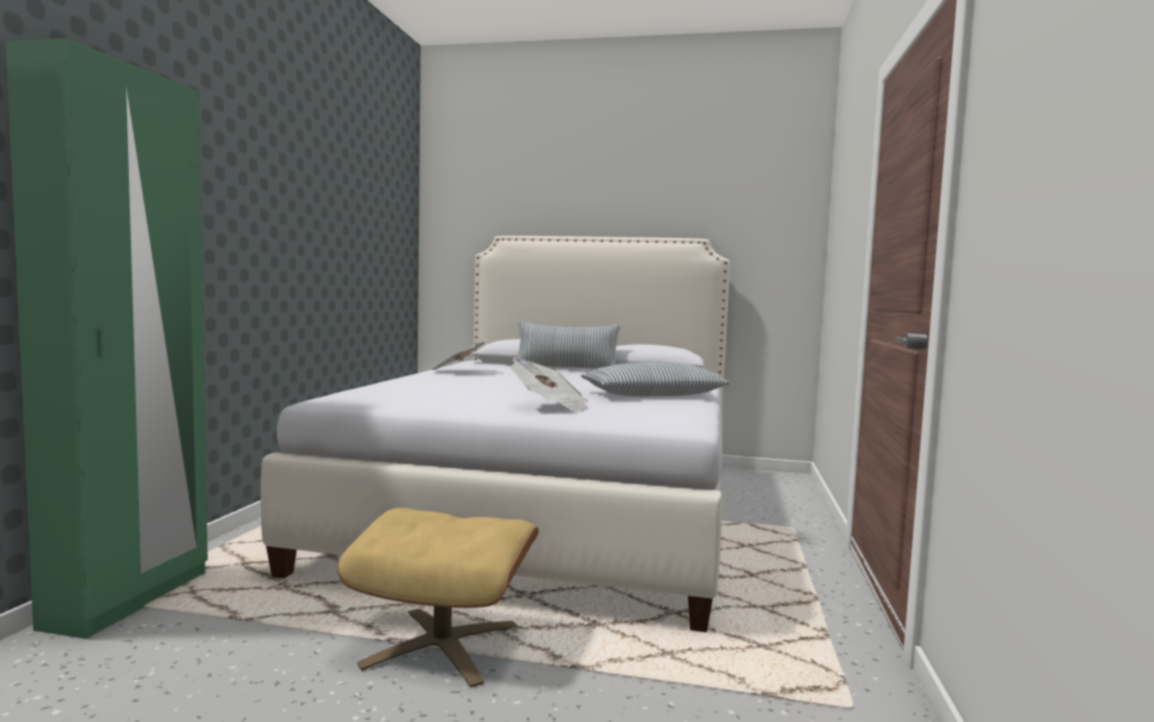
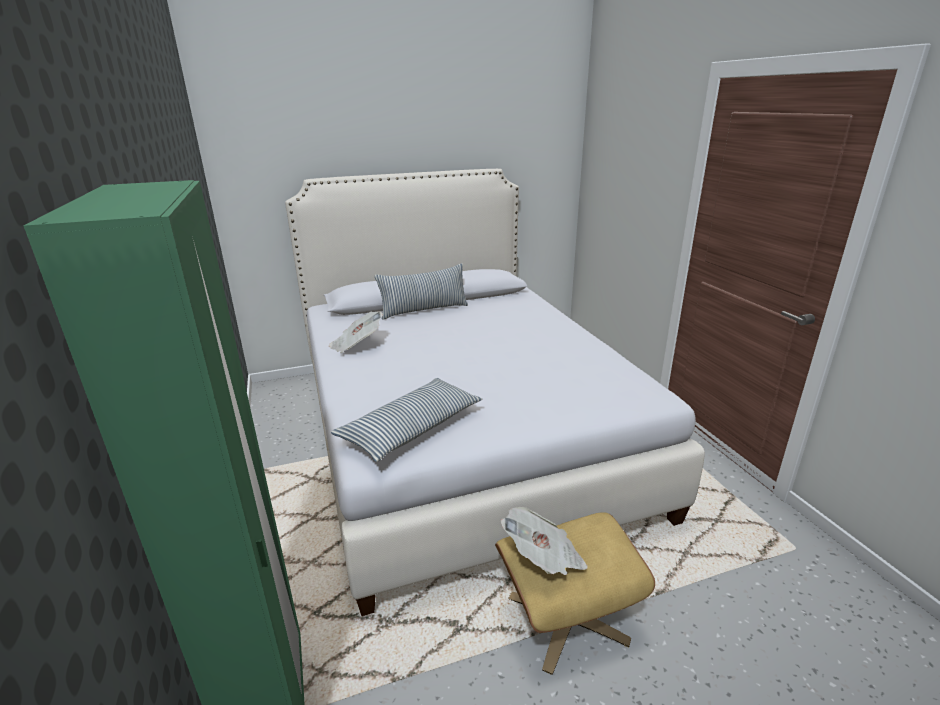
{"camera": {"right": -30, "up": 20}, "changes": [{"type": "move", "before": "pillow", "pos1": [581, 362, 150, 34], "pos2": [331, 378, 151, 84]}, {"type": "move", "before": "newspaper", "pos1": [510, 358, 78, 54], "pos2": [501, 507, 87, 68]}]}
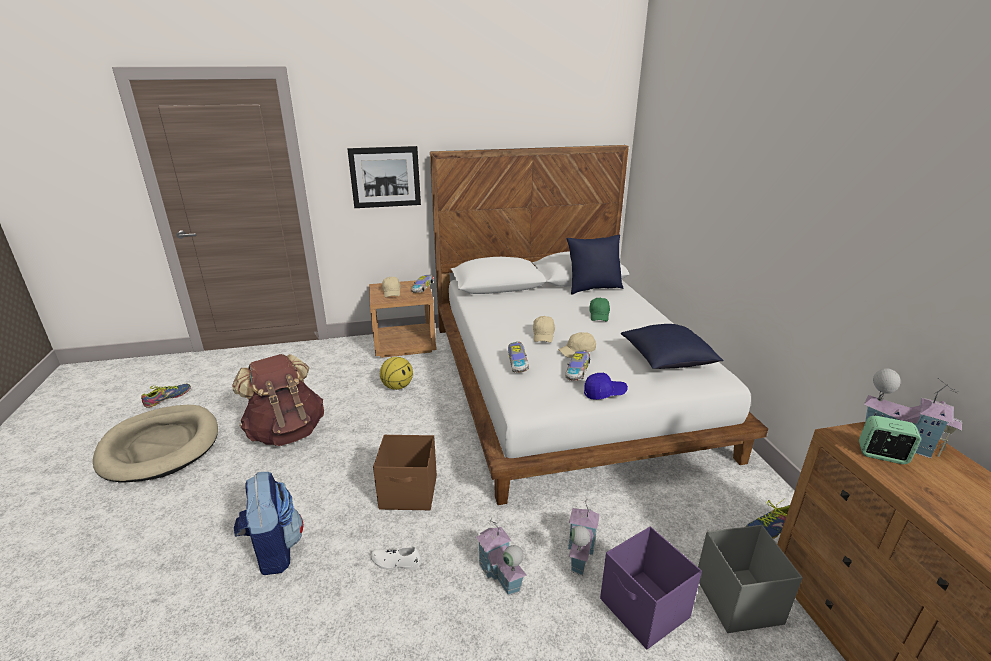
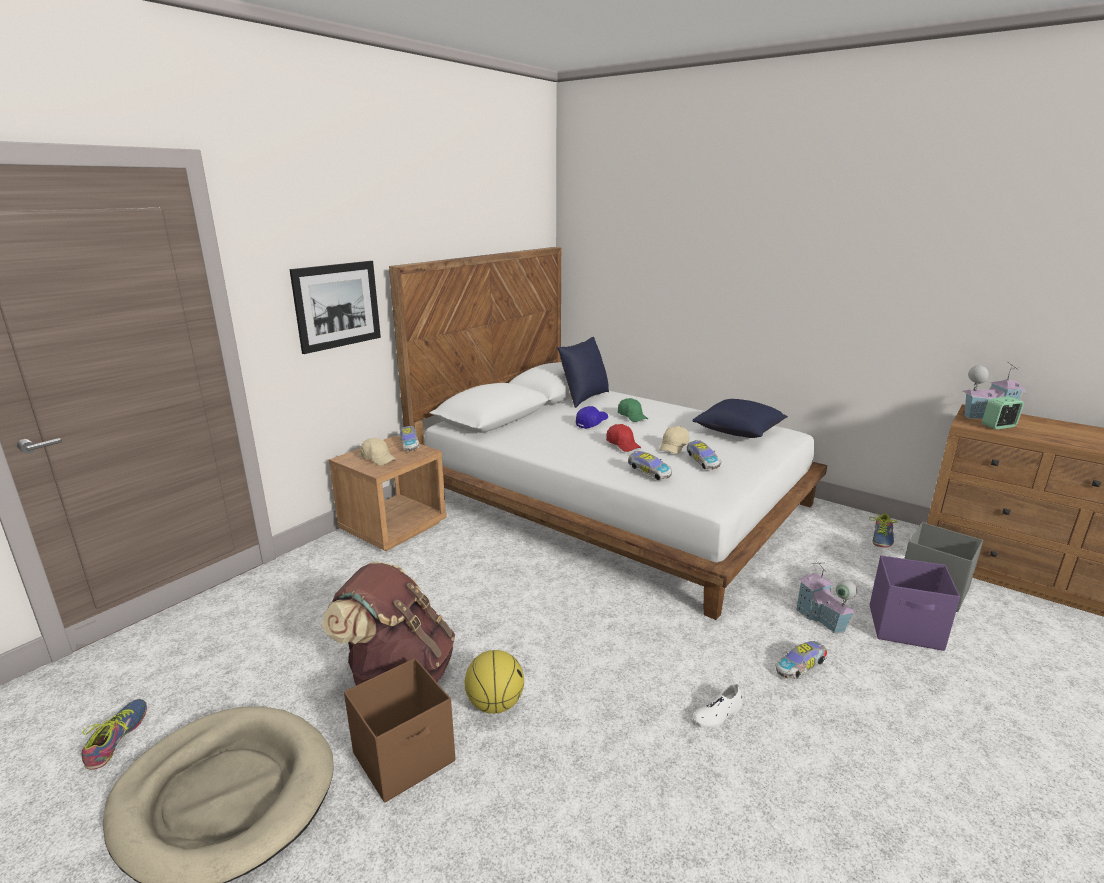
{"camera": {"right": -40, "up": -5}, "changes": [{"type": "move", "before": "storage box (brown)", "pos1": [373, 435, 64, 75], "pos2": [344, 658, 111, 145]}, {"type": "move", "before": "basketball", "pos1": [380, 357, 33, 33], "pos2": [465, 650, 59, 64]}, {"type": "move", "before": "cap (blue)", "pos1": [584, 373, 44, 27], "pos2": [576, 406, 32, 23]}, {"type": "recolor", "before": "cap (beige)", "after": "cap (red)", "pos1": [533, 316, 22, 26], "pos2": [606, 424, 35, 28]}, {"type": "replace", "before": "toy house", "after": "toy car", "pos1": [476, 518, 51, 77], "pos2": [776, 641, 51, 38]}, {"type": "delete", "before": "backpack", "pos1": [234, 472, 70, 103]}]}
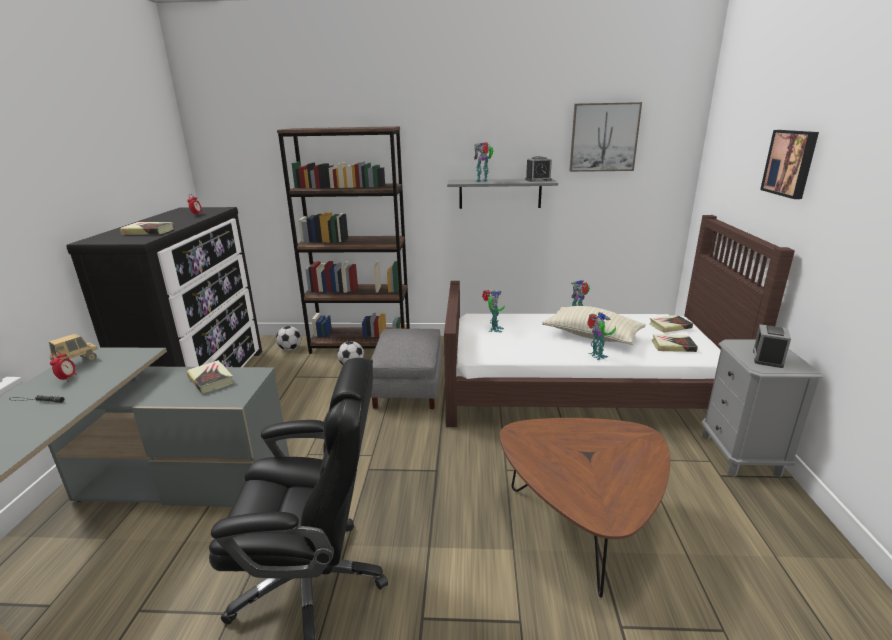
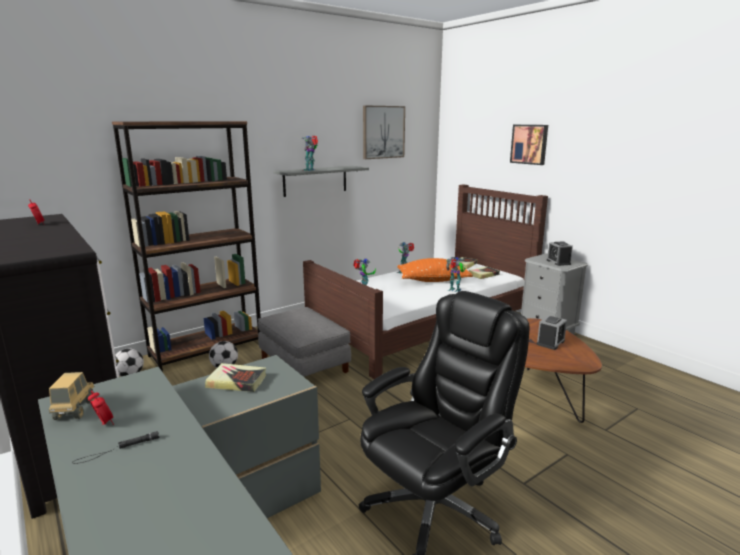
{"camera": {"right": -40, "up": -5}, "changes": [{"type": "recolor", "before": "pillow (beige)", "after": "pillow (orange)", "pos1": [542, 306, 104, 39], "pos2": [397, 258, 76, 24]}, {"type": "move", "before": "alarm clock", "pos1": [525, 156, 27, 26], "pos2": [537, 315, 30, 35]}, {"type": "delete", "before": "book", "pos1": [120, 222, 54, 13]}]}
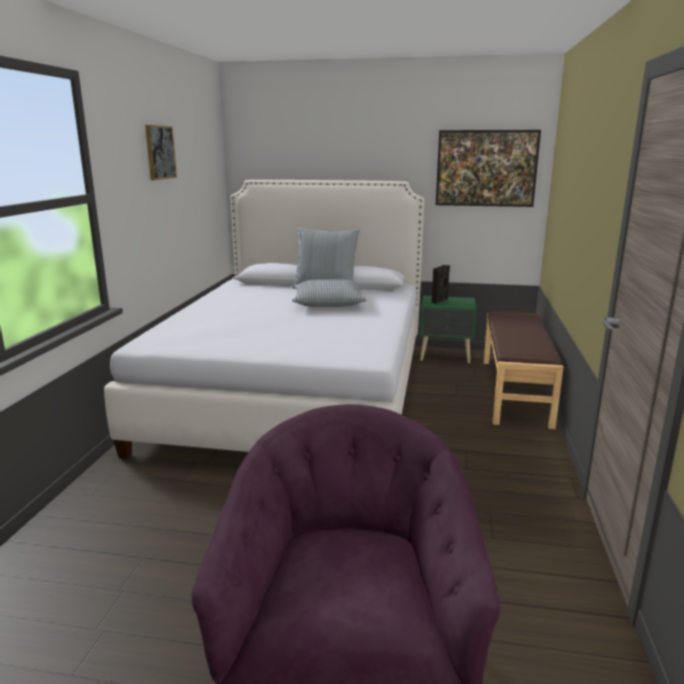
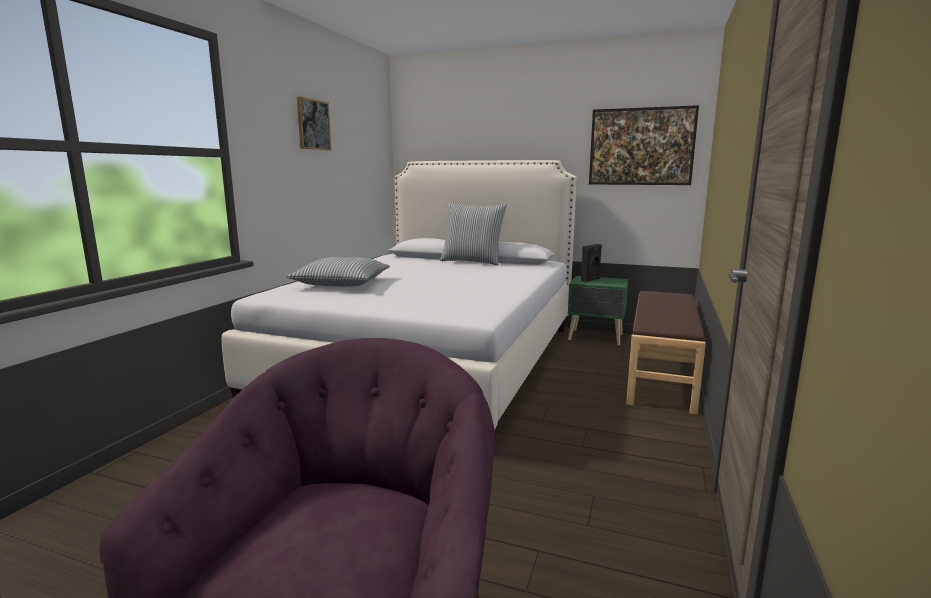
{"camera": {"right": 10, "up": -5}, "changes": [{"type": "move", "before": "pillow", "pos1": [292, 279, 74, 28], "pos2": [286, 257, 104, 29]}]}
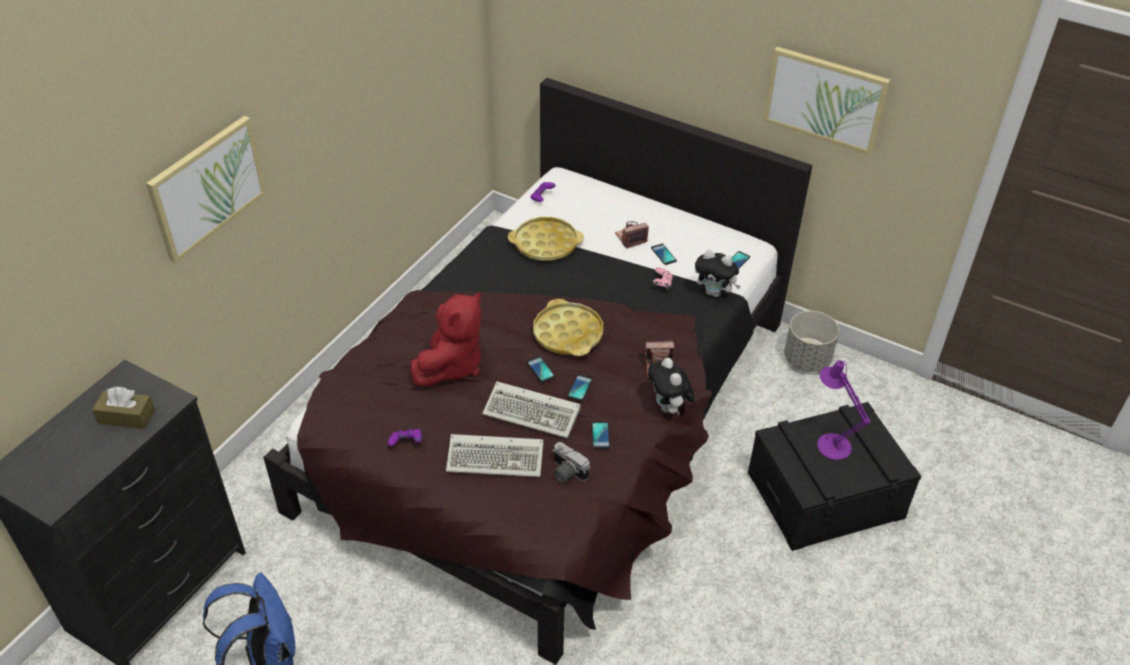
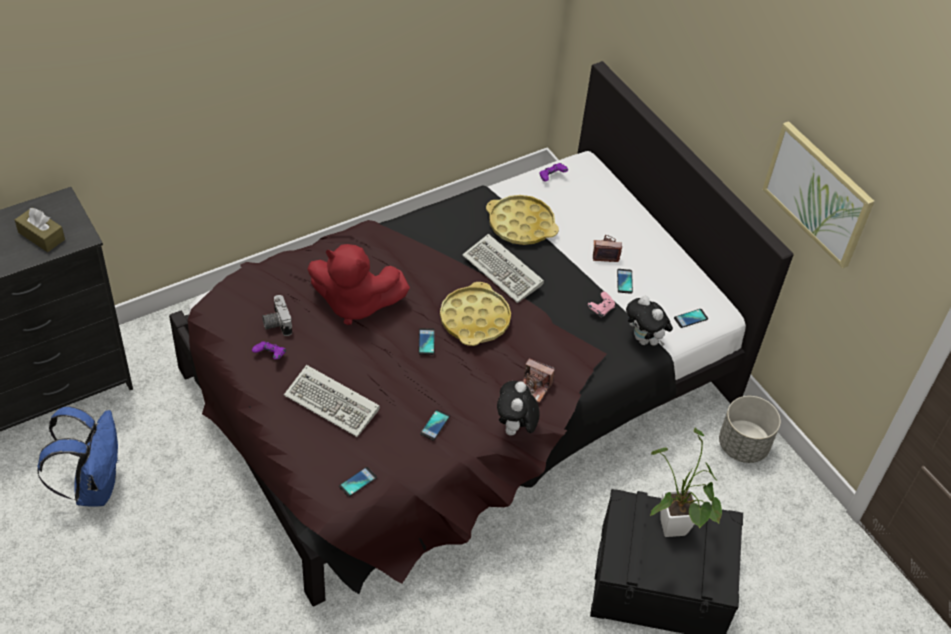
{"camera": {"right": 25, "up": 5}, "changes": [{"type": "move", "before": "photo camera", "pos1": [552, 442, 38, 41], "pos2": [262, 295, 30, 41]}, {"type": "rotate", "before": "plush toy (red)", "pos1": [410, 292, 71, 95], "pos2": [307, 244, 103, 81], "turn": 45}, {"type": "move", "before": "phone", "pos1": [567, 374, 26, 28], "pos2": [339, 467, 38, 30]}, {"type": "move", "before": "keyboard", "pos1": [482, 381, 99, 57], "pos2": [462, 234, 82, 69]}, {"type": "replace", "before": "table lamp (purple)", "after": "potted plant", "pos1": [817, 360, 53, 100], "pos2": [650, 427, 72, 110]}, {"type": "delete", "before": "picture", "pos1": [146, 116, 120, 147]}]}
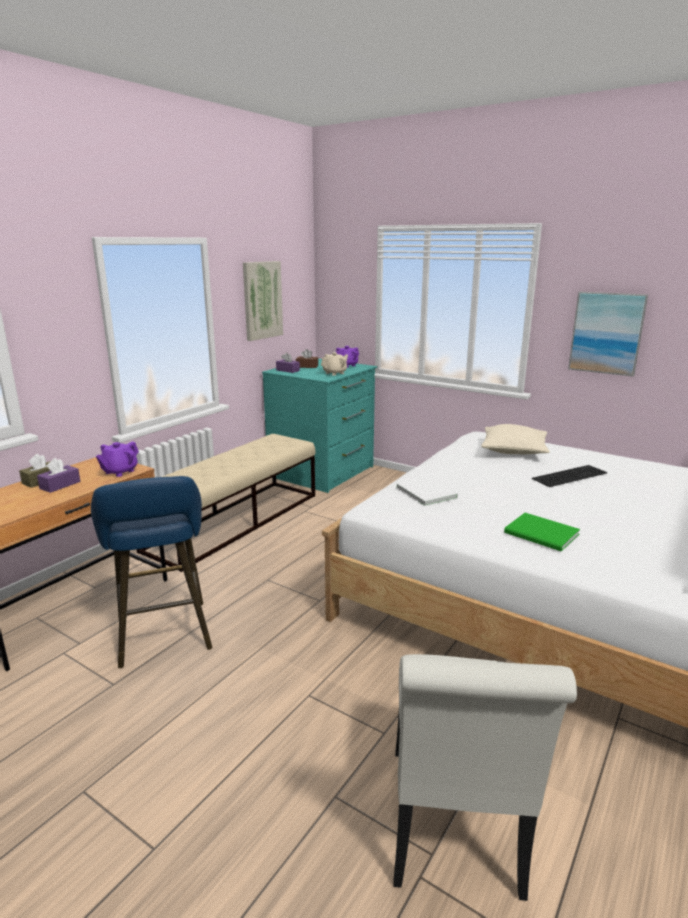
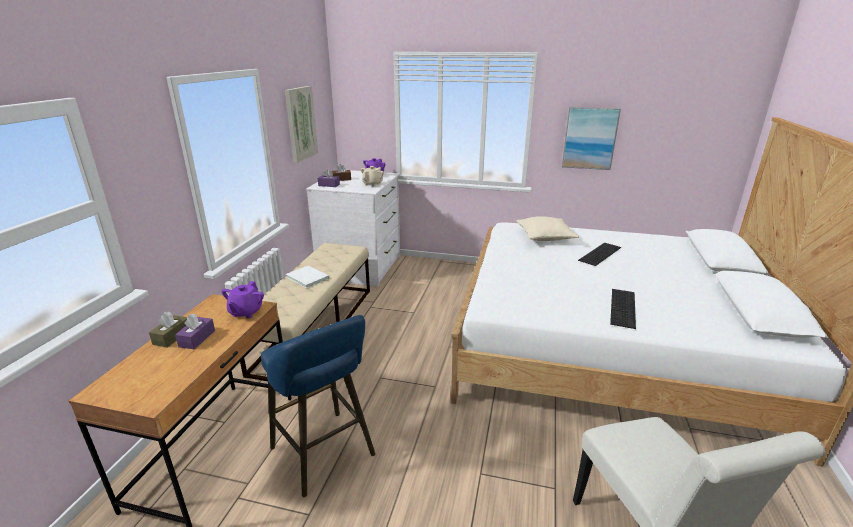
{"camera": {"right": -20, "up": 5}, "changes": [{"type": "move", "before": "book (white)", "pos1": [396, 476, 62, 30], "pos2": [286, 266, 44, 22]}, {"type": "recolor", "before": "dresser (turquoise)", "after": "dresser (white)", "pos1": [262, 359, 115, 134], "pos2": [306, 170, 94, 117]}, {"type": "replace", "before": "book (green)", "after": "keyboard", "pos1": [504, 513, 76, 39], "pos2": [610, 289, 26, 40]}]}
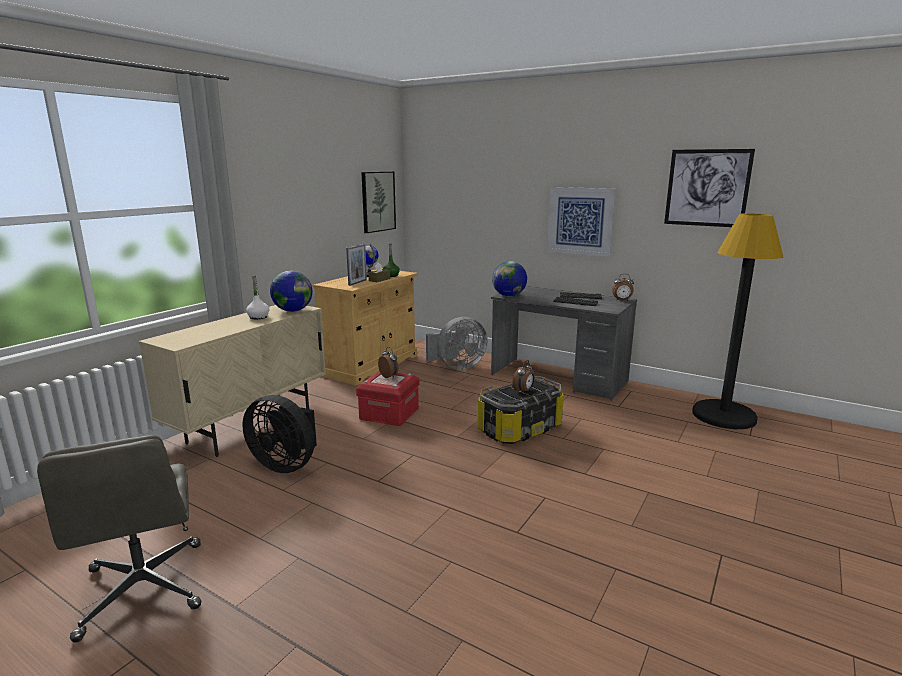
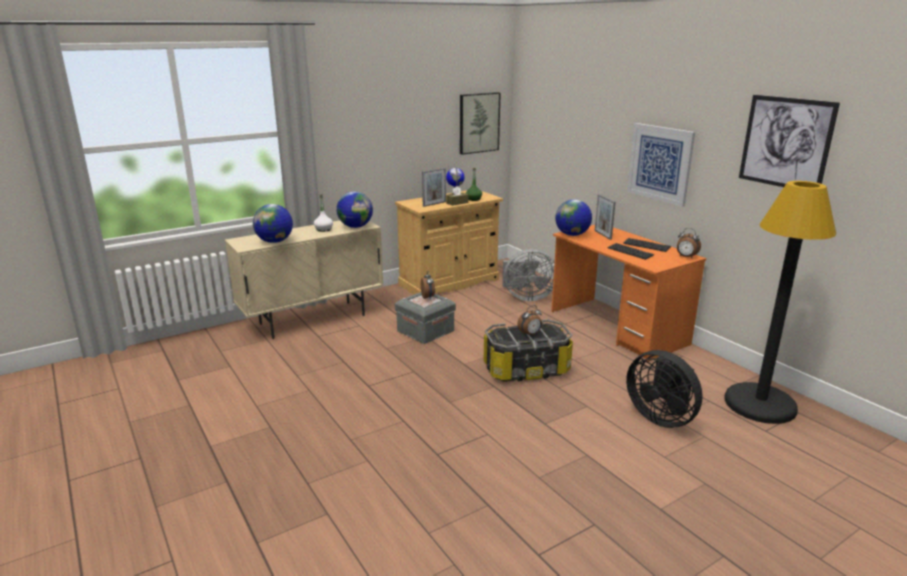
{"camera": {"right": 25, "up": 5}, "changes": [{"type": "insert", "after": "globe", "pos2": [253, 204, 40, 39]}, {"type": "recolor", "before": "storage box (red)", "after": "storage box (grey)", "pos1": [356, 371, 64, 55], "pos2": [395, 292, 61, 52]}, {"type": "recolor", "before": "desk (grey)", "after": "desk (orange)", "pos1": [491, 286, 146, 115], "pos2": [551, 225, 155, 137]}, {"type": "insert", "after": "picture frame", "pos2": [595, 194, 21, 46]}, {"type": "move", "before": "fan (black)", "pos1": [242, 395, 75, 78], "pos2": [626, 350, 77, 78]}, {"type": "delete", "before": "office chair (grey)", "pos1": [37, 435, 164, 207]}]}
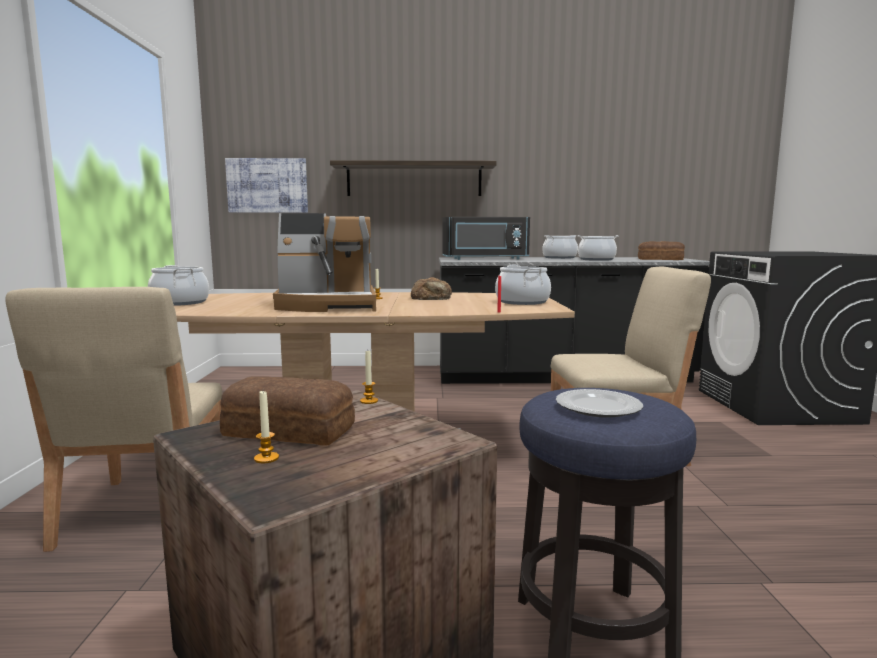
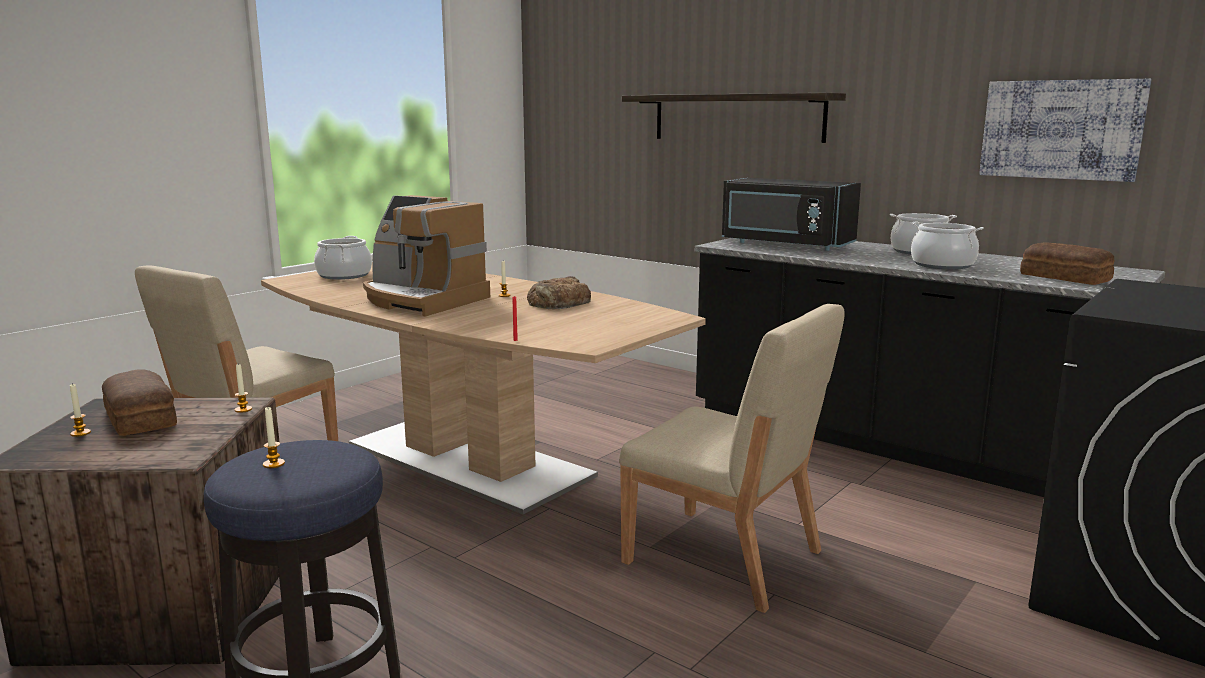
{"camera": {"right": 40, "up": 5}, "changes": [{"type": "replace", "before": "plate", "after": "candle", "pos1": [556, 389, 87, 28], "pos2": [263, 407, 22, 61]}, {"type": "move", "before": "picture", "pos1": [225, 158, 83, 55], "pos2": [979, 79, 172, 103]}, {"type": "delete", "before": "cooking pot", "pos1": [495, 265, 56, 40]}]}
